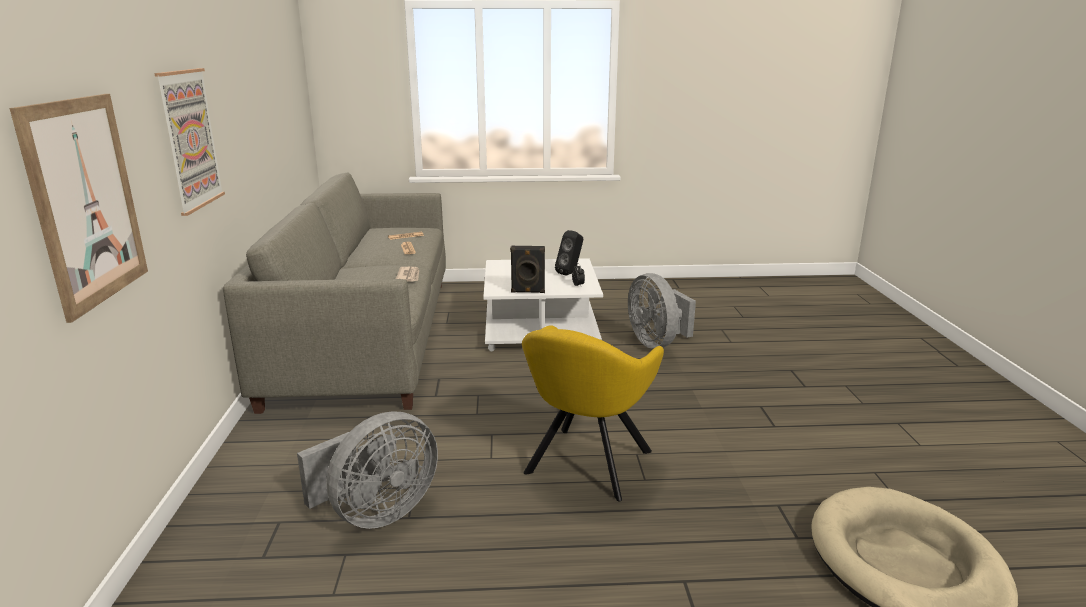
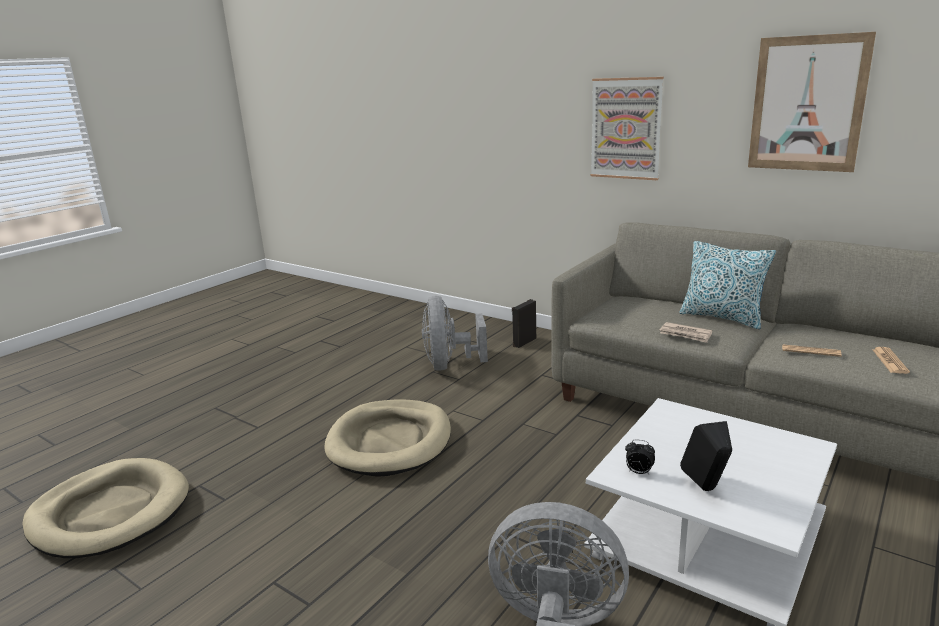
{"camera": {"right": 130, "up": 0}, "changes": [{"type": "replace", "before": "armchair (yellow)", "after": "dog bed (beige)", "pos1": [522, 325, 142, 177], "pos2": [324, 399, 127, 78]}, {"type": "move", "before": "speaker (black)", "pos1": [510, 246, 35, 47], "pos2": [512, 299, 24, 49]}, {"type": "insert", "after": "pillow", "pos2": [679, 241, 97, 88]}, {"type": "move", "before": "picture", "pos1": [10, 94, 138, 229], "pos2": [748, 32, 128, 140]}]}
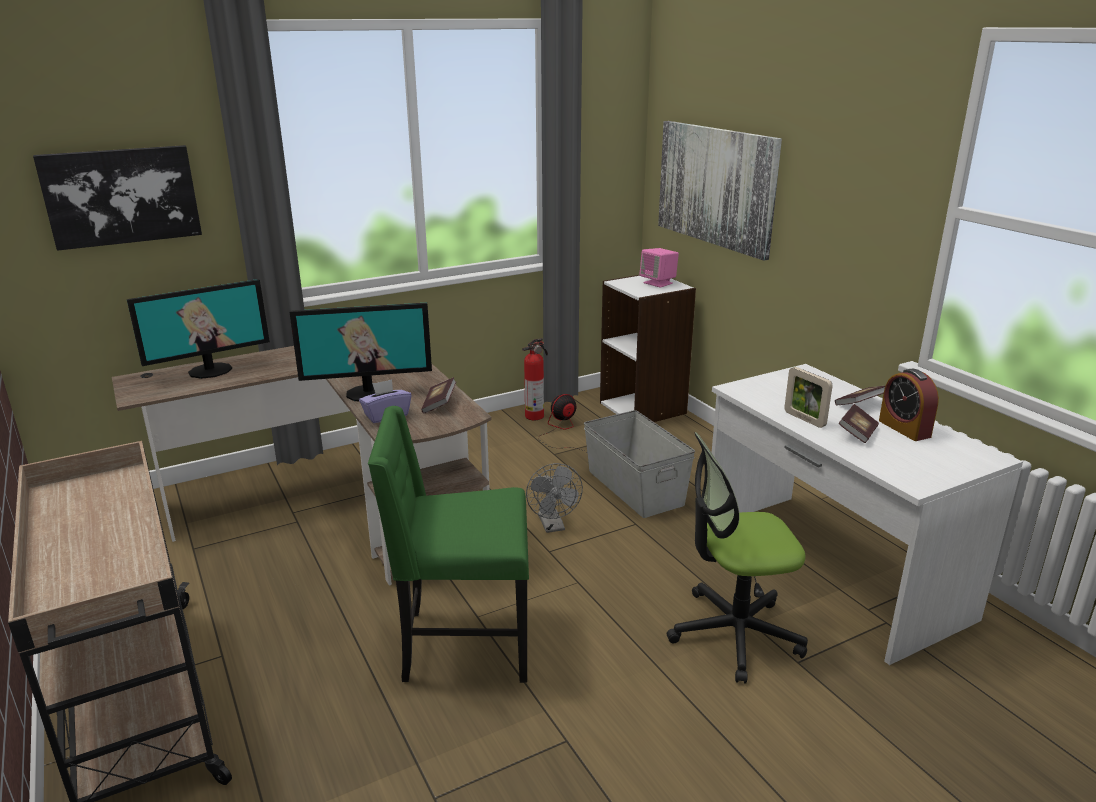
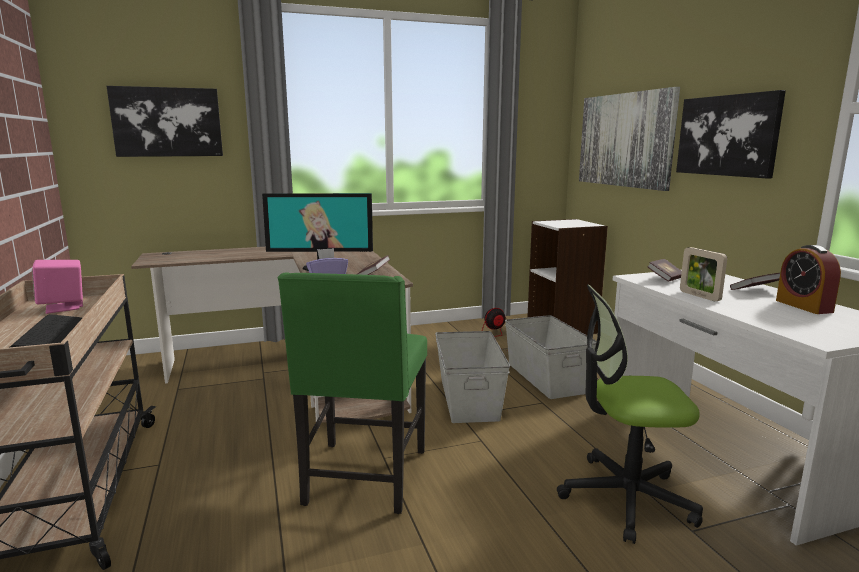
{"camera": {"right": 10, "up": -10}, "changes": [{"type": "insert", "after": "keyboard", "pos2": [10, 314, 72, 33]}, {"type": "move", "before": "speaker (pink)", "pos1": [639, 248, 40, 40], "pos2": [32, 260, 51, 54]}, {"type": "rotate", "before": "chair (green)", "pos1": [368, 406, 161, 277], "pos2": [278, 273, 149, 241], "turn": -90}, {"type": "replace", "before": "fan (grey)", "after": "storage box (grey)", "pos1": [526, 463, 57, 70], "pos2": [435, 331, 75, 92]}, {"type": "move", "before": "book", "pos1": [838, 404, 41, 39], "pos2": [647, 259, 35, 23]}, {"type": "insert", "after": "picture", "pos2": [676, 90, 110, 89]}, {"type": "delete", "before": "monitor", "pos1": [127, 279, 143, 100]}, {"type": "delete", "before": "fire extinguisher", "pos1": [522, 338, 26, 82]}]}
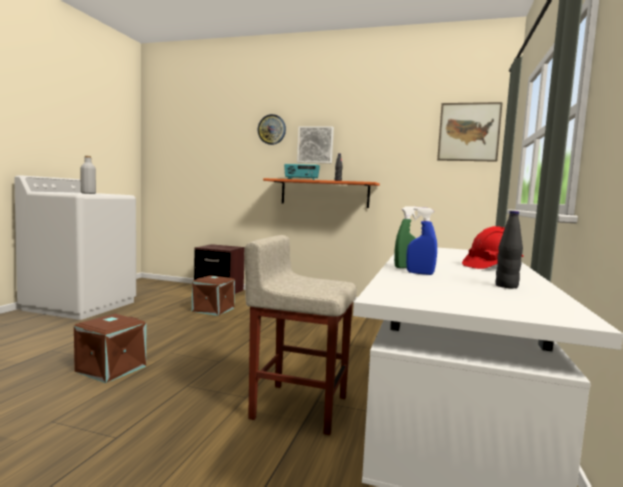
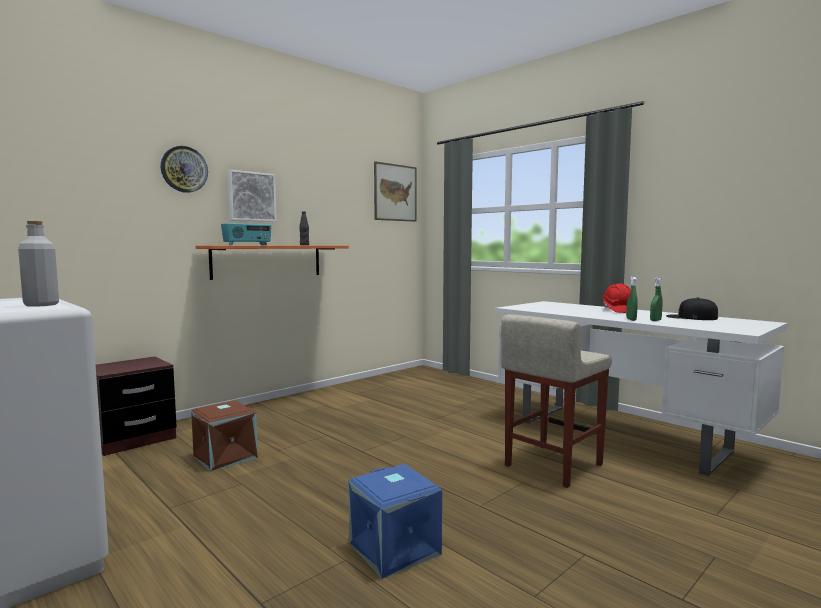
{"camera": {"right": -60, "up": 0}, "changes": [{"type": "recolor", "before": "storage box (brown)", "after": "storage box (blue)", "pos1": [74, 314, 72, 69], "pos2": [349, 464, 93, 115]}, {"type": "recolor", "before": "spray bottle (blue)", "after": "spray bottle (green)", "pos1": [406, 207, 31, 68], "pos2": [650, 277, 13, 44]}, {"type": "replace", "before": "bottle (black)", "after": "cap (black)", "pos1": [495, 211, 28, 77], "pos2": [666, 297, 52, 23]}]}
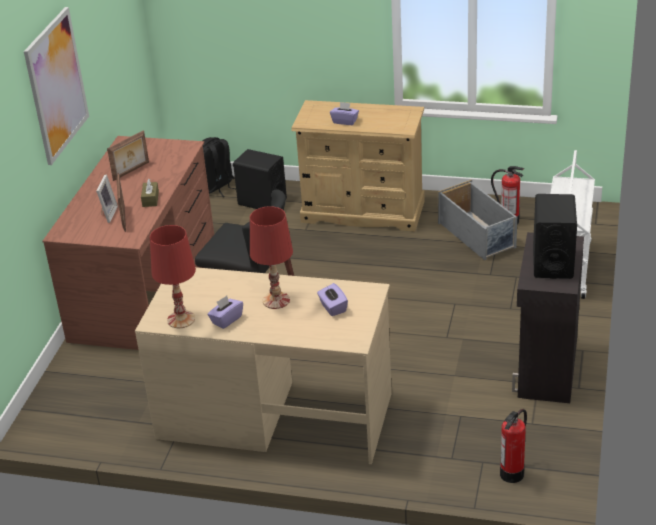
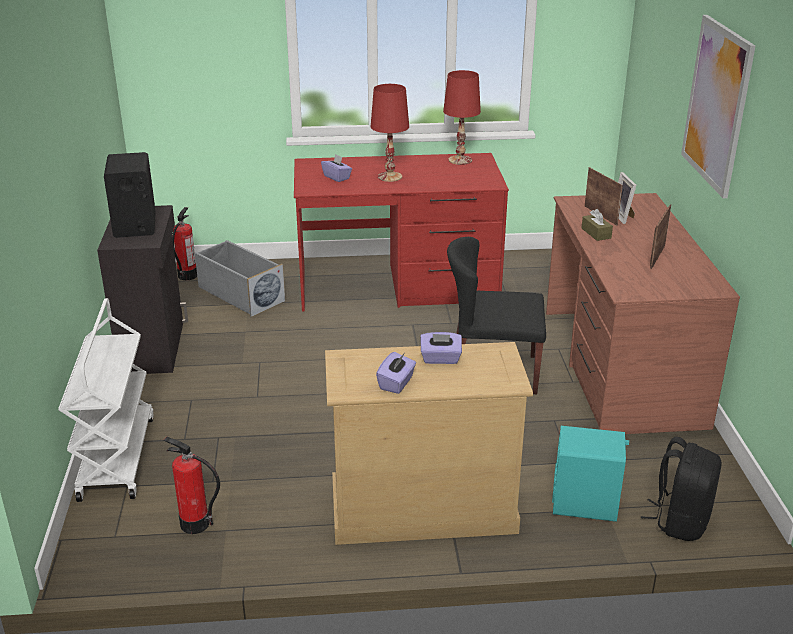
{"camera": {"right": 160, "up": -5}, "changes": [{"type": "move", "before": "storage box (grey)", "pos1": [438, 180, 79, 80], "pos2": [195, 240, 90, 77]}, {"type": "recolor", "before": "desk (beige)", "after": "desk (red)", "pos1": [135, 267, 257, 197], "pos2": [294, 153, 215, 159]}, {"type": "move", "before": "tissue box (purple)", "pos1": [207, 296, 36, 33], "pos2": [376, 352, 40, 42]}, {"type": "recolor", "before": "speaker (black)", "after": "speaker (turquoise)", "pos1": [233, 149, 54, 60], "pos2": [552, 426, 77, 96]}]}
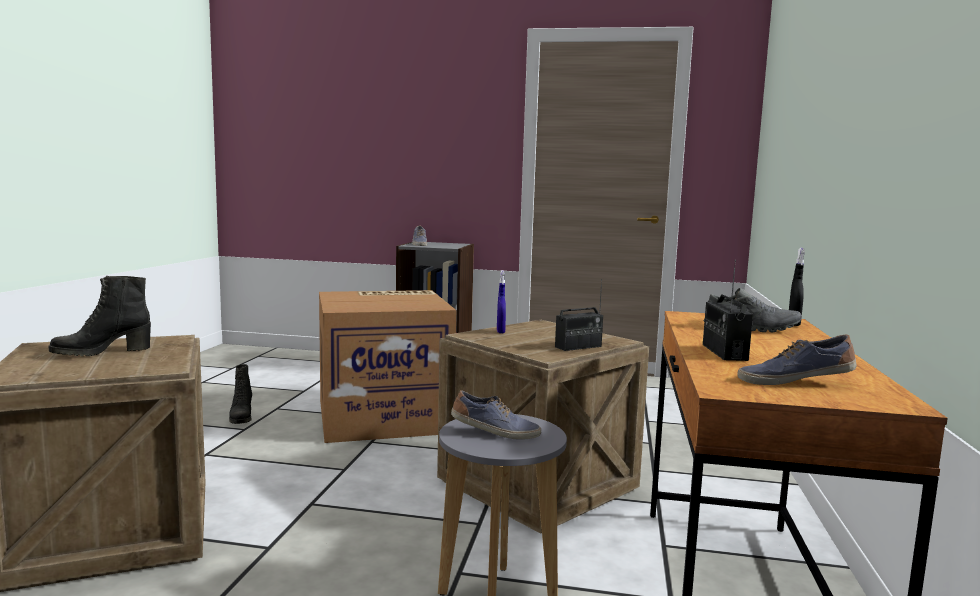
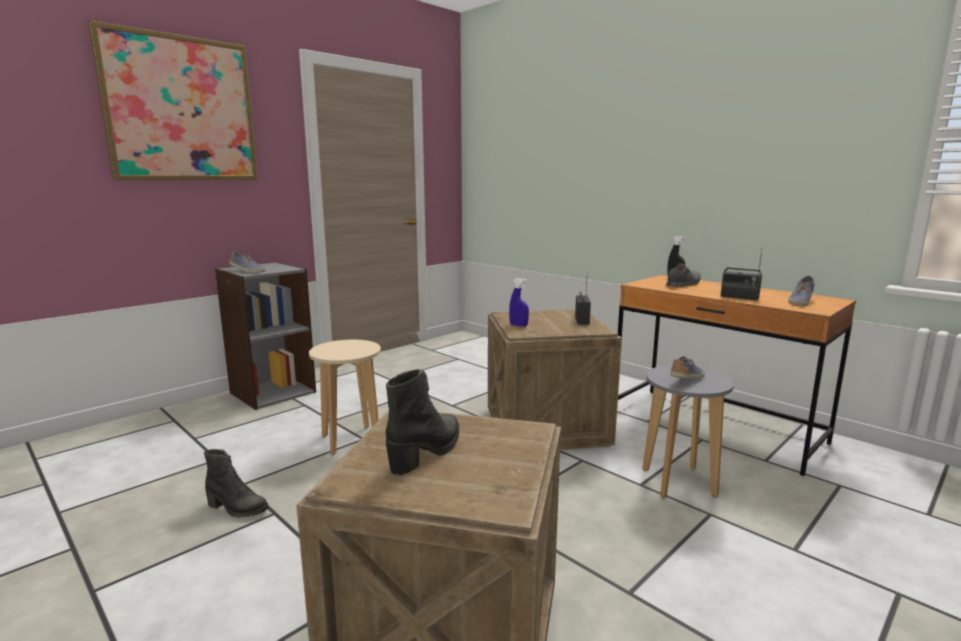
{"camera": {"right": -55, "up": 5}, "changes": [{"type": "insert", "after": "picture", "pos2": [88, 20, 170, 160]}, {"type": "replace", "before": "cardboard box", "after": "stool (beige)", "pos1": [319, 290, 137, 153], "pos2": [309, 340, 72, 115]}, {"type": "rotate", "before": "boot (black)", "pos1": [49, 276, 102, 80], "pos2": [385, 369, 74, 106], "turn": -150}]}
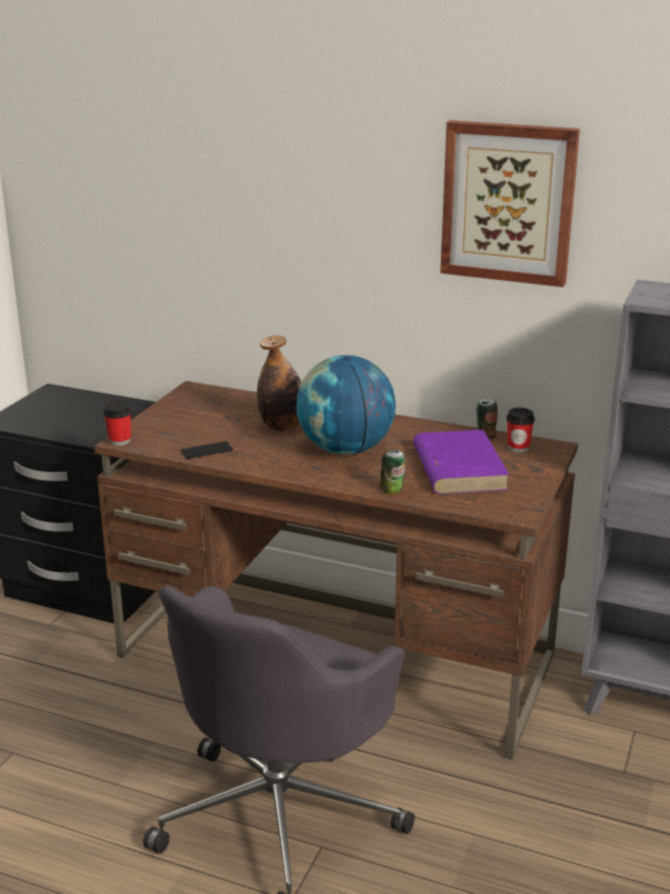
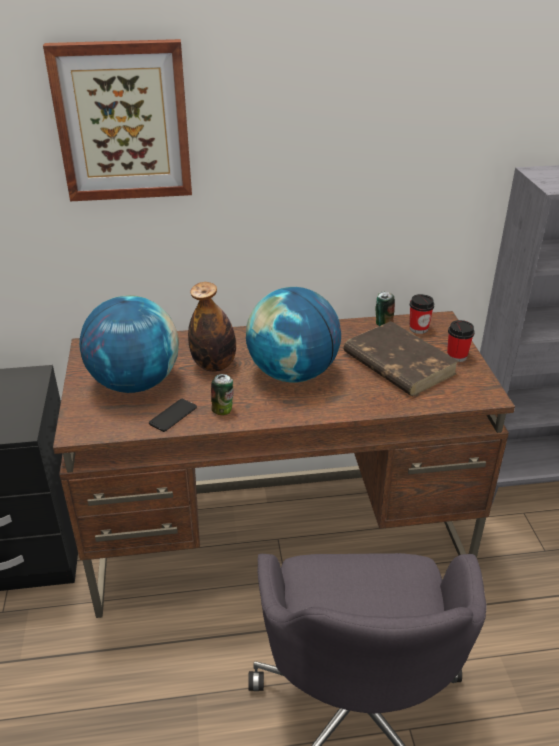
{"camera": {"right": -30, "up": 10}, "changes": [{"type": "move", "before": "picture", "pos1": [440, 120, 140, 167], "pos2": [43, 39, 149, 162]}, {"type": "insert", "after": "globe", "pos2": [79, 295, 100, 98]}, {"type": "move", "before": "can", "pos1": [380, 450, 25, 44], "pos2": [211, 374, 23, 41]}, {"type": "recolor", "before": "book (purple)", "after": "book (brown)", "pos1": [413, 430, 96, 64], "pos2": [343, 321, 116, 75]}, {"type": "move", "before": "cup", "pos1": [103, 401, 29, 45], "pos2": [447, 320, 28, 42]}]}
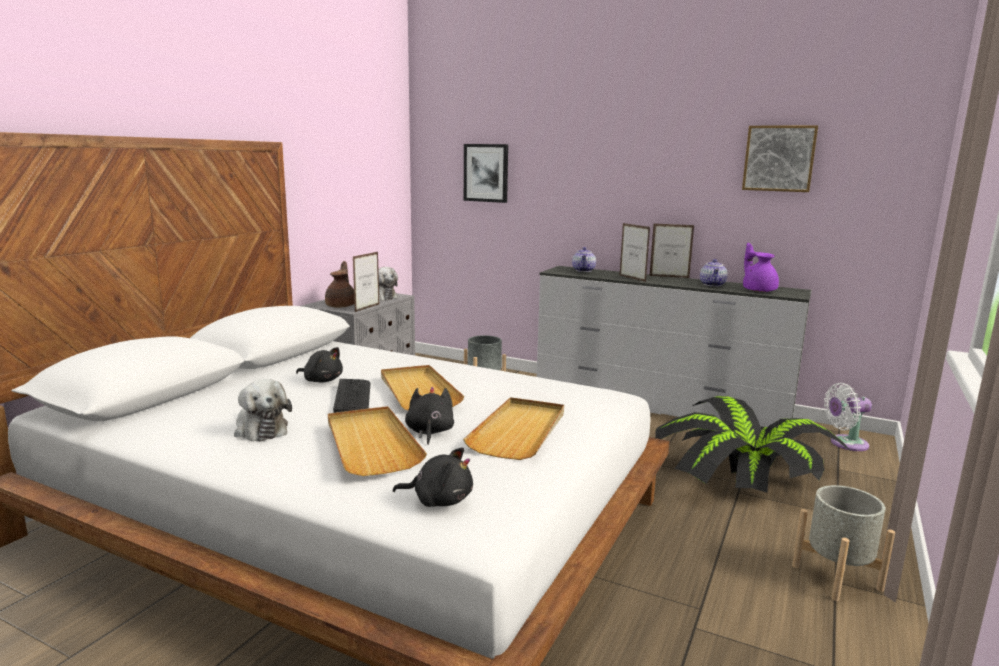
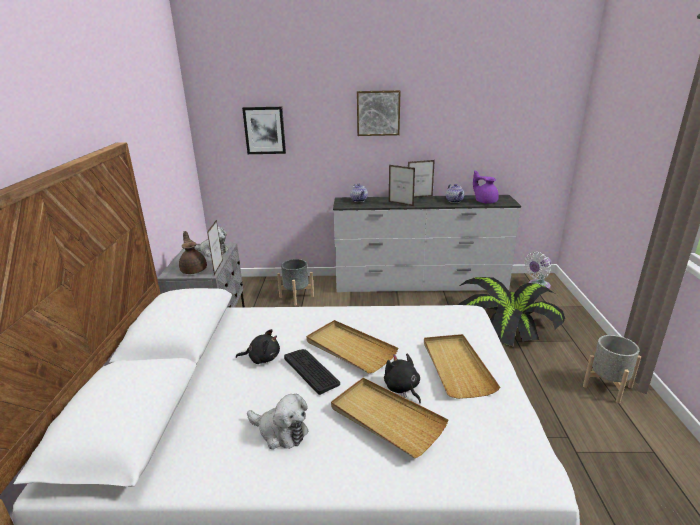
{"camera": {"right": -25, "up": 10}, "changes": [{"type": "move", "before": "picture", "pos1": [742, 125, 76, 67], "pos2": [357, 90, 43, 46]}, {"type": "delete", "before": "plush toy (black)", "pos1": [393, 447, 80, 60]}]}
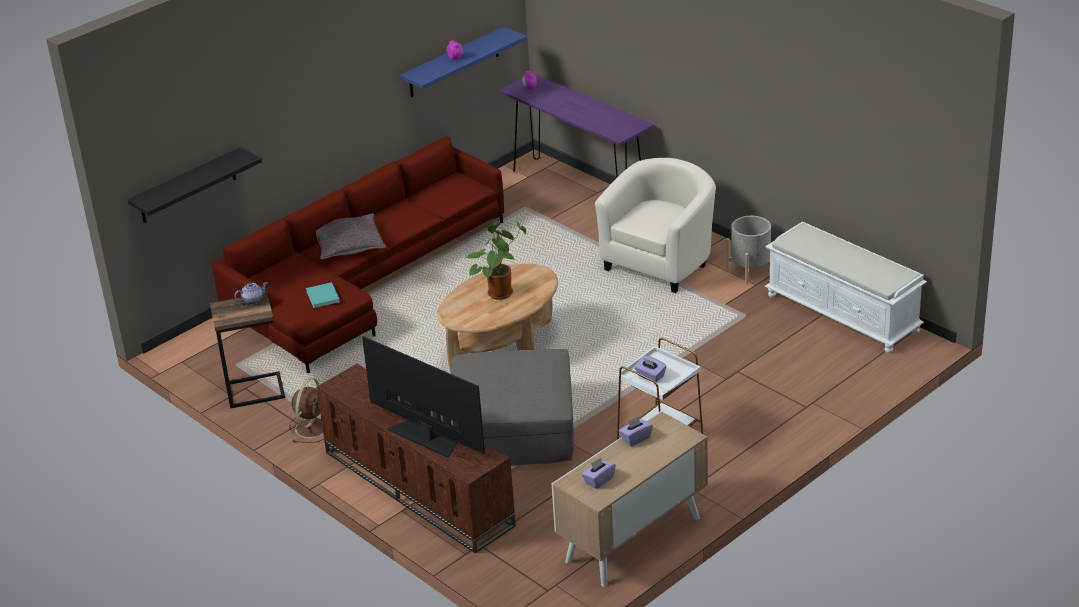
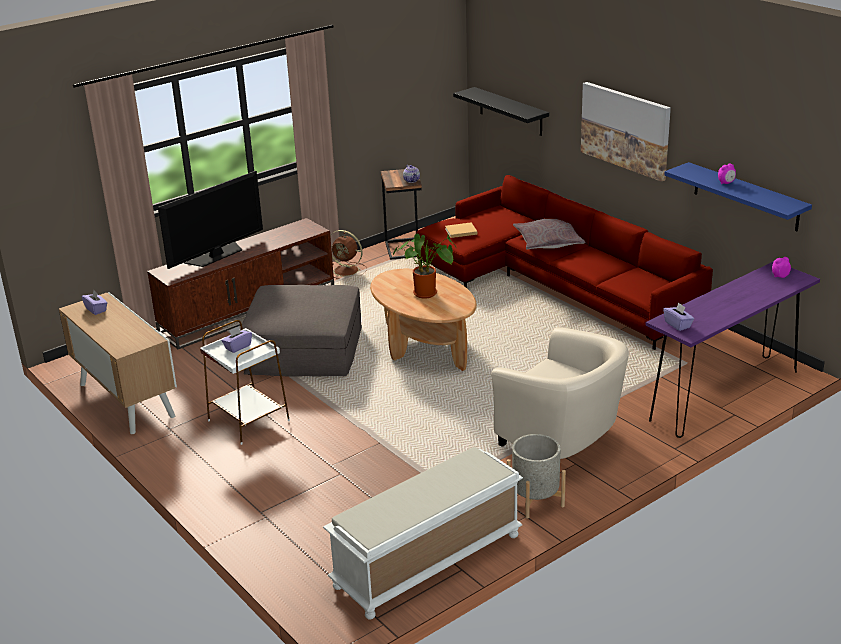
{"camera": {"right": 95, "up": -5}, "changes": [{"type": "recolor", "before": "book (turquoise)", "after": "book (beige)", "pos1": [306, 282, 34, 26], "pos2": [445, 222, 33, 16]}, {"type": "insert", "after": "picture", "pos2": [581, 82, 90, 100]}, {"type": "move", "before": "tissue box (purple)", "pos1": [619, 417, 34, 29], "pos2": [663, 302, 31, 29]}]}
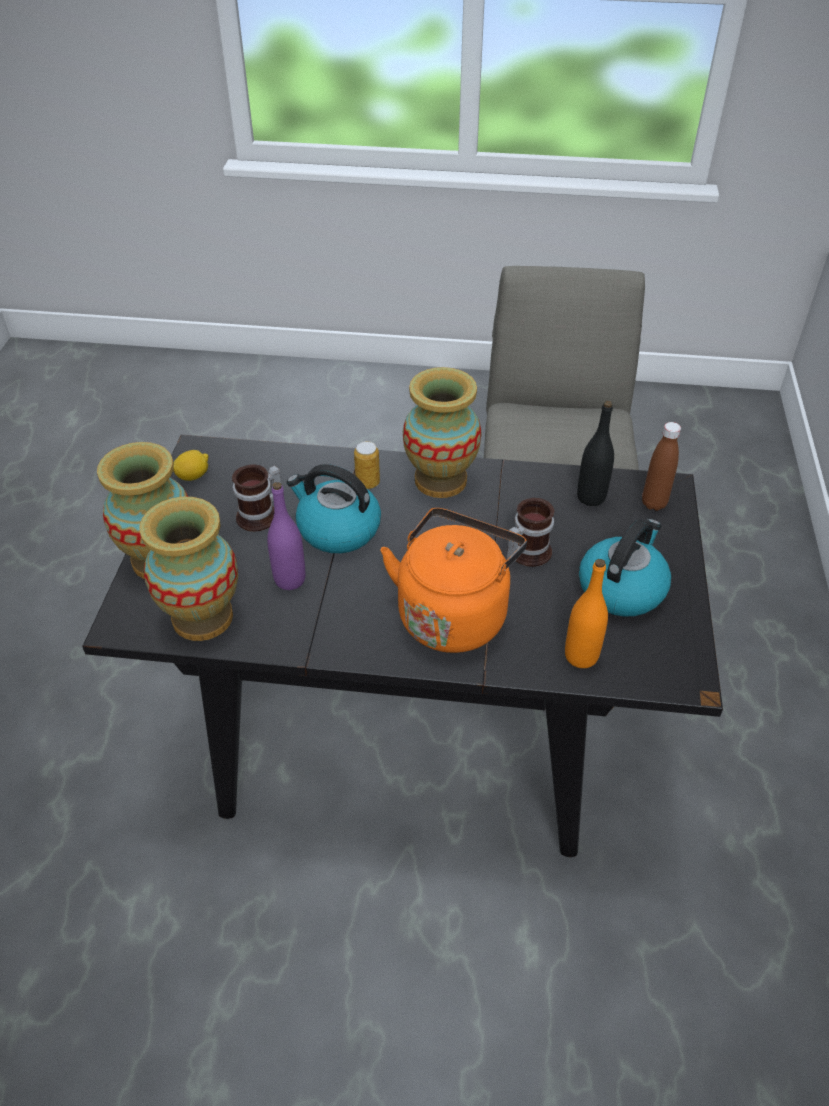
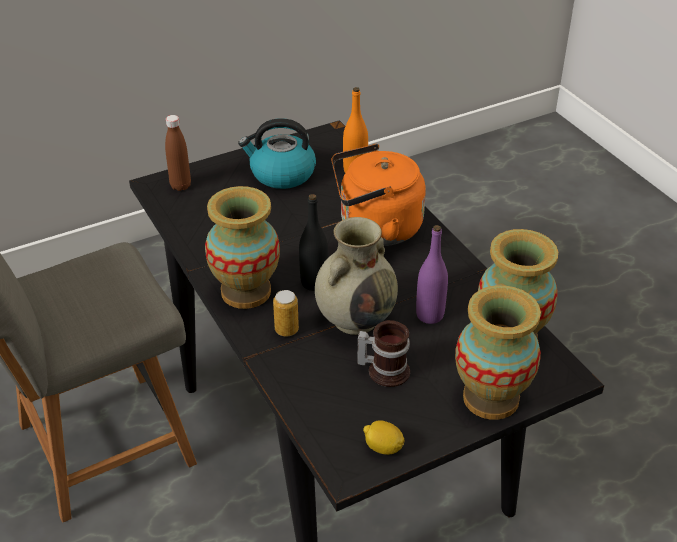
{"camera": {"right": -125, "up": -5}, "changes": [{"type": "move", "before": "bottle (black)", "pos1": [577, 401, 37, 105], "pos2": [299, 194, 29, 97]}, {"type": "replace", "before": "kettle", "after": "vase (beige)", "pos1": [287, 464, 94, 89], "pos2": [315, 217, 83, 118]}, {"type": "delete", "before": "mug", "pos1": [507, 498, 47, 69]}]}
